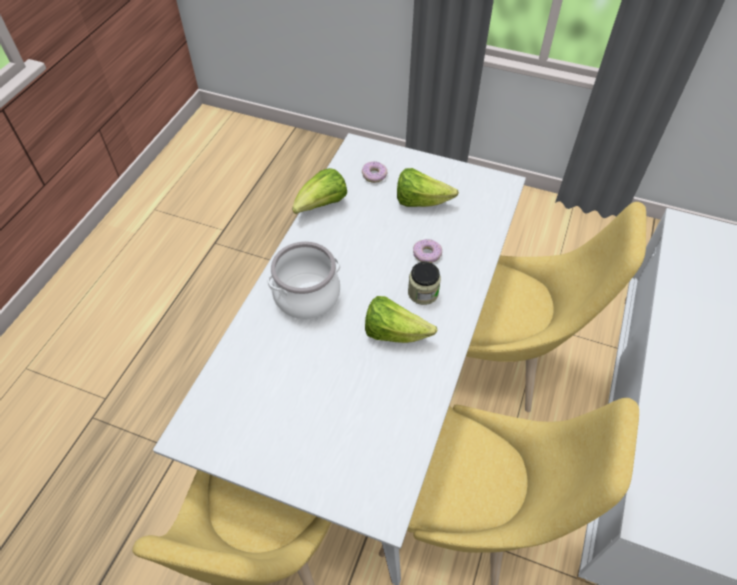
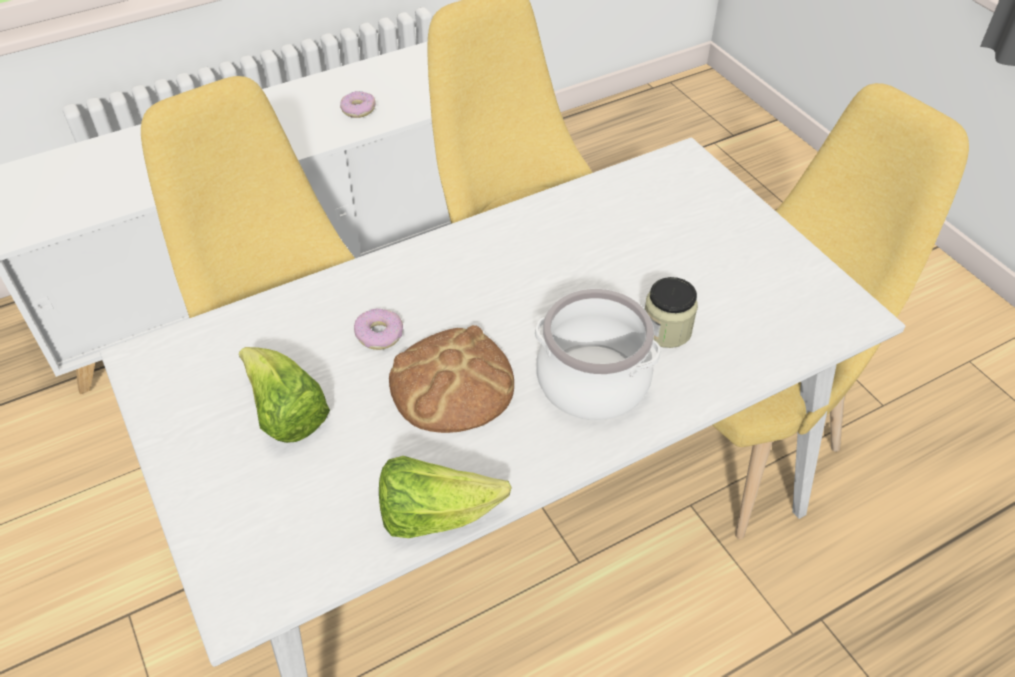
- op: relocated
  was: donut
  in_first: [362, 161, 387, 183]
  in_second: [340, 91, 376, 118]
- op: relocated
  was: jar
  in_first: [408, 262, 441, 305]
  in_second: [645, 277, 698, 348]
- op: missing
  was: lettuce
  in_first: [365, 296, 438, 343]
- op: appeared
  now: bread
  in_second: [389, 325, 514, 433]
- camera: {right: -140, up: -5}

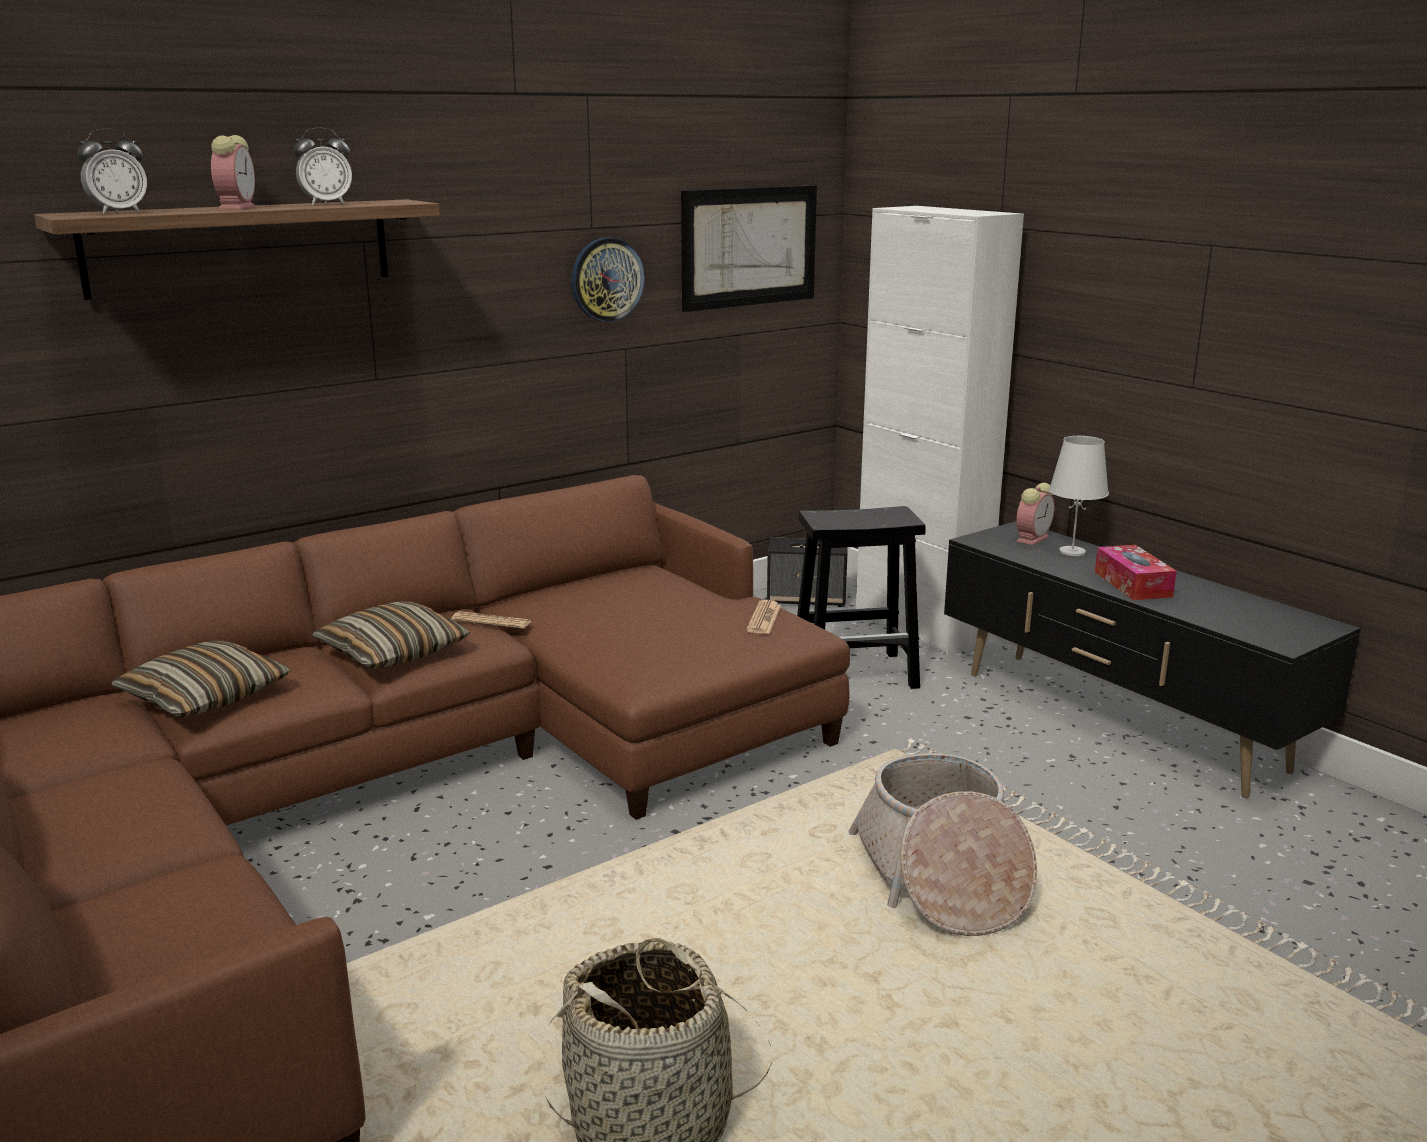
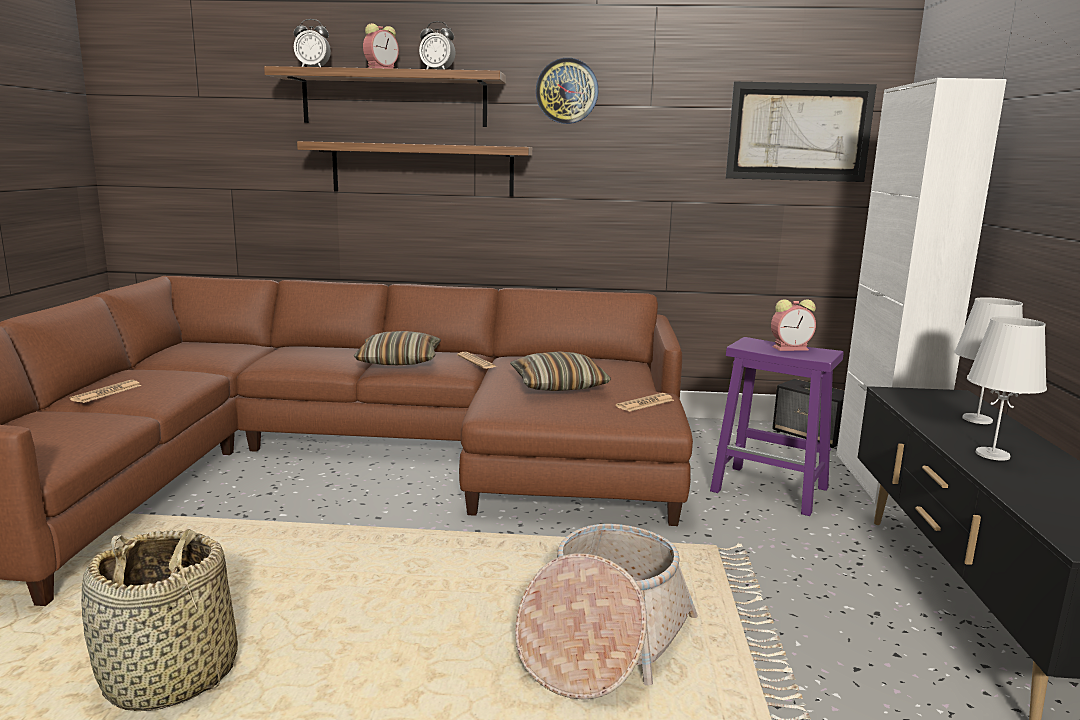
- op: relocated
  was: wall clock
  in_first: [571, 237, 645, 322]
  in_second: [536, 58, 598, 124]
- op: relocated
  was: alarm clock
  in_first: [1016, 483, 1054, 545]
  in_second: [771, 299, 816, 351]
- op: colour
  was: stool (black)
  now: stool (purple)
  in_first: [797, 506, 926, 689]
  in_second: [710, 337, 844, 516]
- op: exchanged
  was: tissue box
  now: table lamp (white)
  in_first: [1095, 545, 1177, 600]
  in_second: [967, 316, 1047, 461]
- op: relocated
  was: pillow
  in_first: [112, 640, 290, 718]
  in_second: [510, 351, 611, 391]
- op: appeared
  now: shelf
  in_second: [297, 141, 532, 197]
- op: appeared
  now: newspaper
  in_second: [69, 380, 142, 403]
- camera: {right: 40, up: -5}

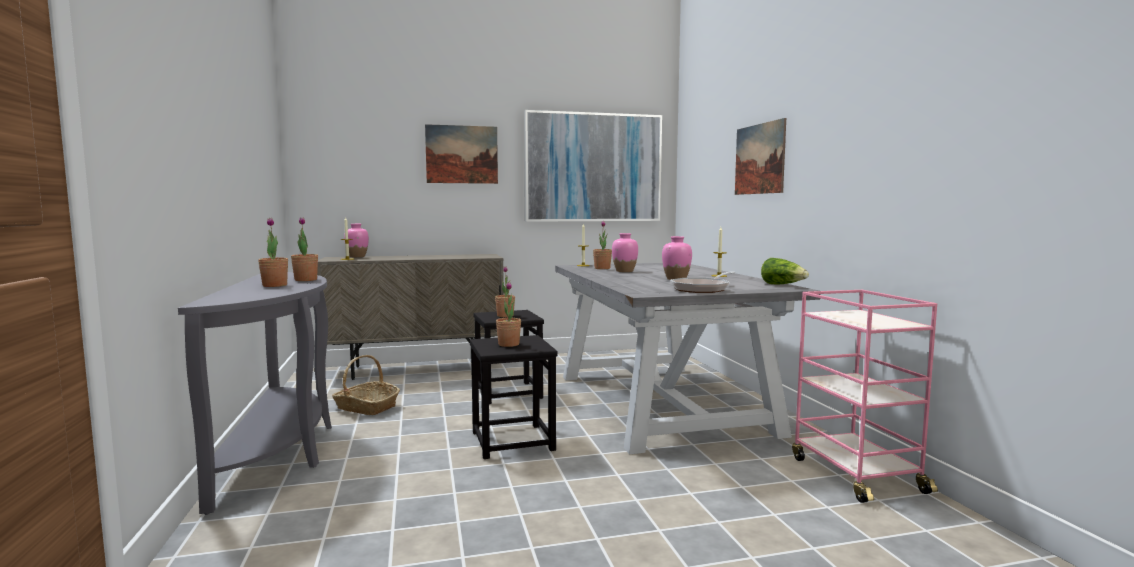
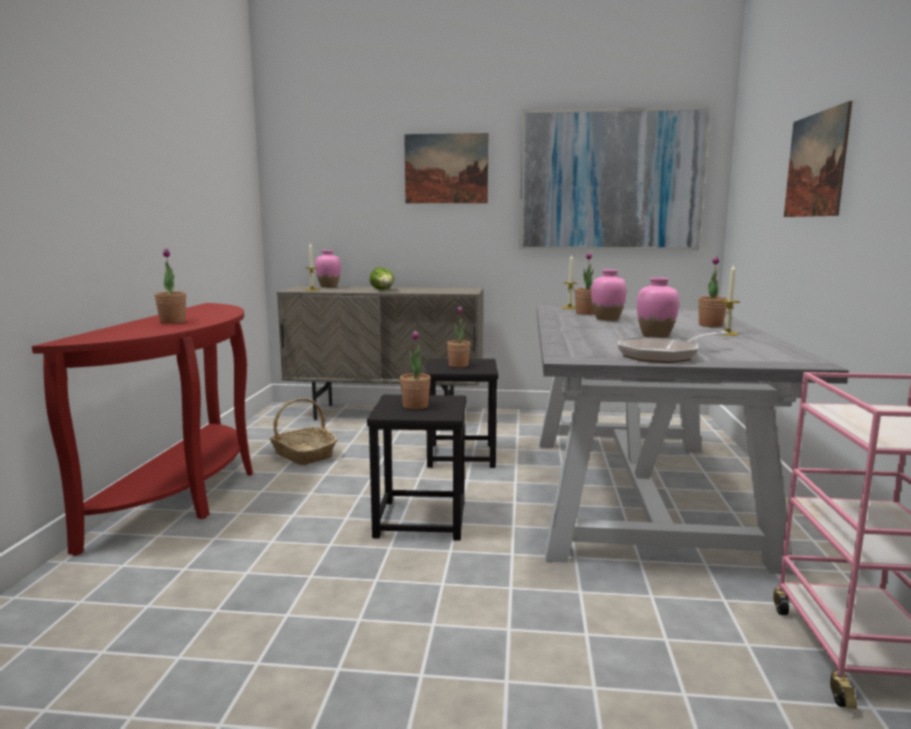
- op: relocated
  was: potted plant
  in_first: [291, 217, 318, 281]
  in_second: [698, 256, 728, 327]
- op: relocated
  was: lettuce
  in_first: [761, 258, 809, 285]
  in_second: [370, 267, 394, 290]
- op: colour
  was: console table (grey)
  now: console table (red)
  in_first: [178, 272, 332, 515]
  in_second: [32, 303, 253, 556]
- camera: {right: 20, up: 5}

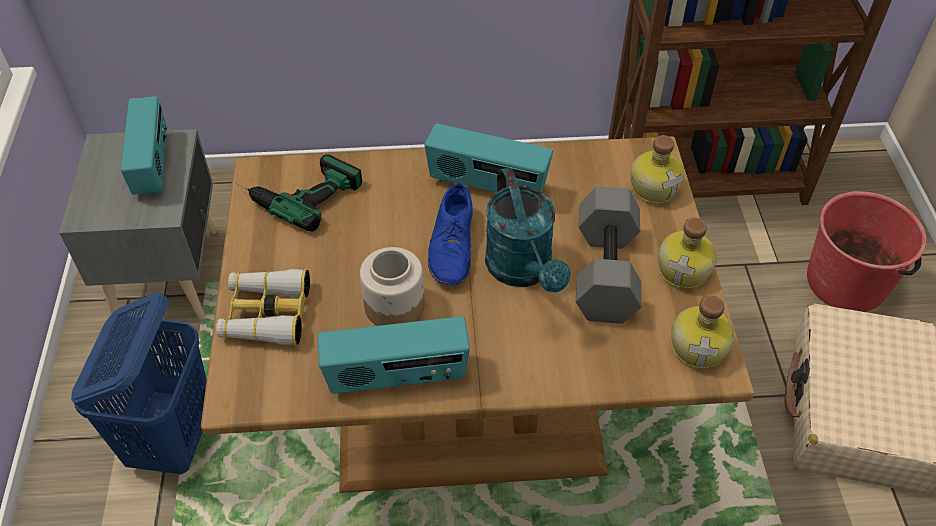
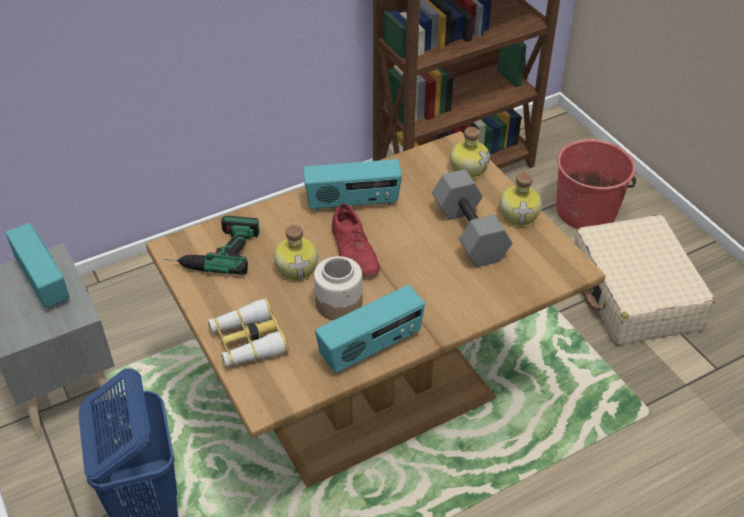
- op: missing
  was: watering can (turquoise)
  in_first: [485, 167, 571, 293]
- op: colour
  was: shoe (blue)
  now: shoe (red)
  in_first: [428, 184, 473, 285]
  in_second: [332, 204, 380, 277]
- op: relocated
  was: bottle
  in_first: [671, 295, 735, 369]
  in_second: [274, 225, 318, 281]
- camera: {right: -25, up: -5}

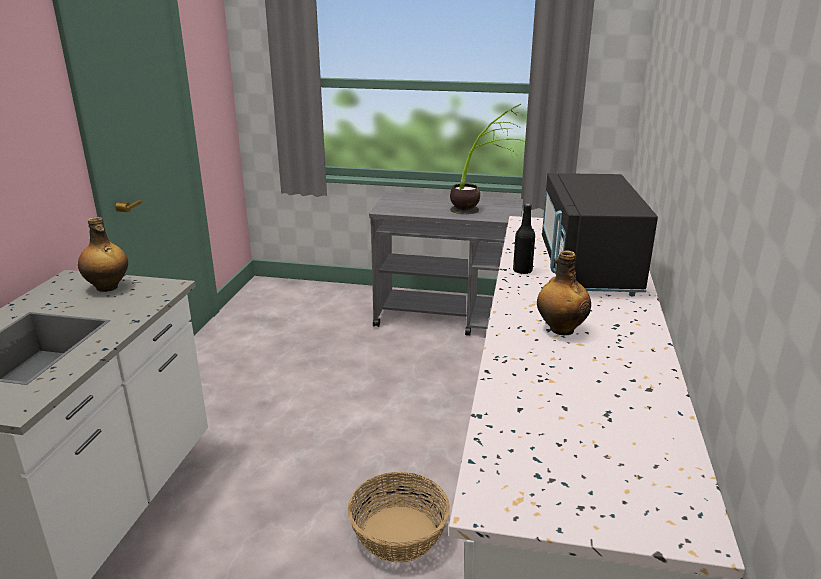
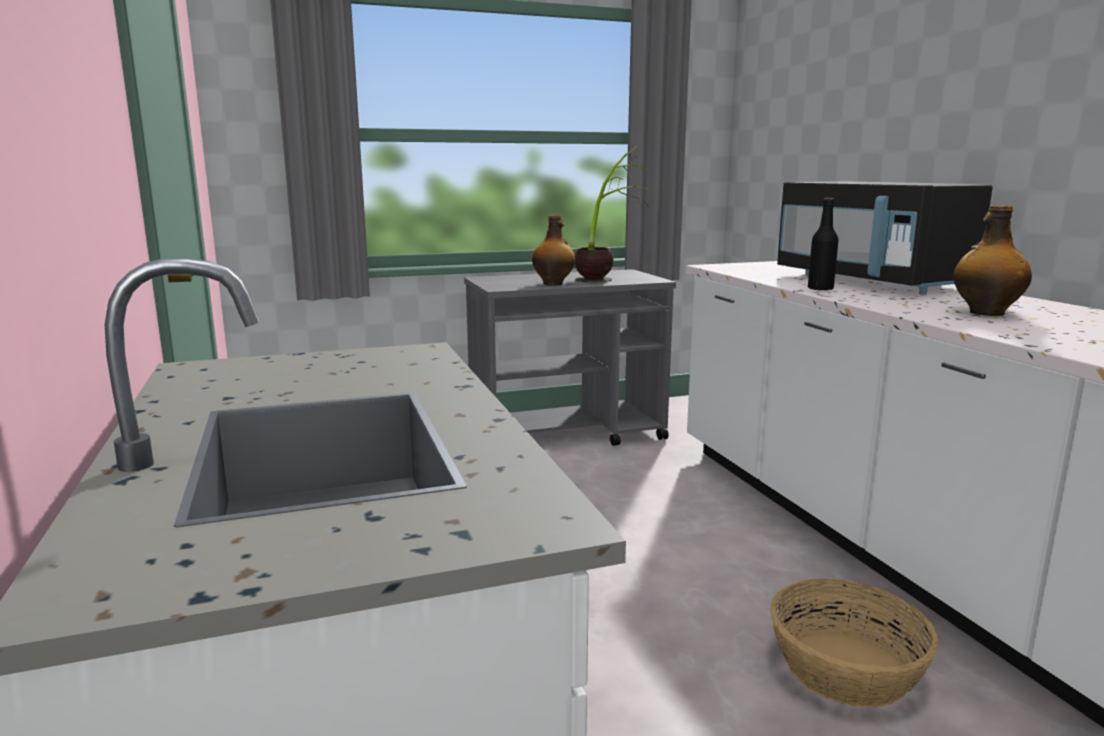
- op: relocated
  was: bottle
  in_first: [78, 217, 128, 292]
  in_second: [532, 215, 575, 285]
- camera: {right: -30, up: -10}

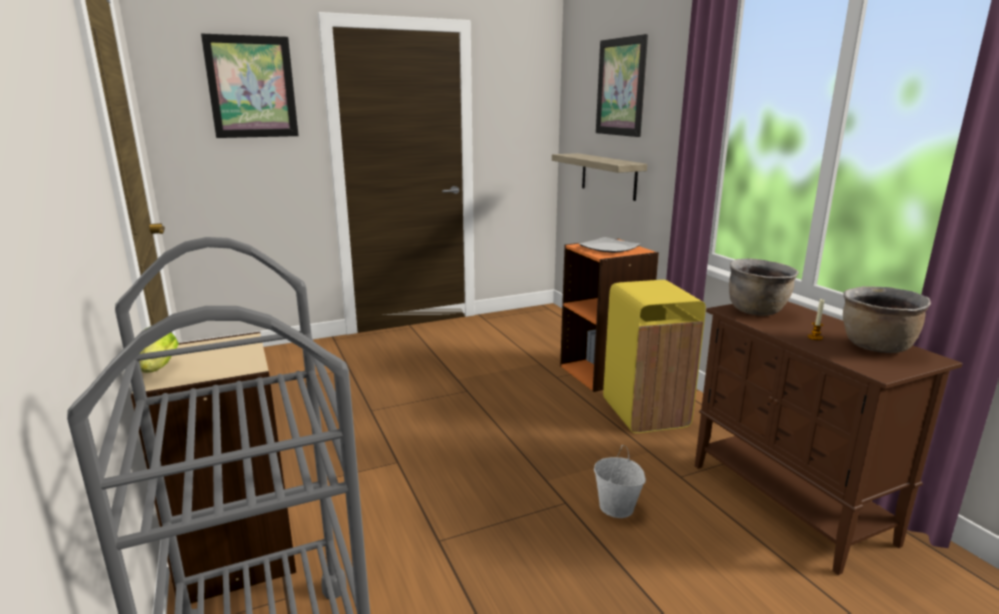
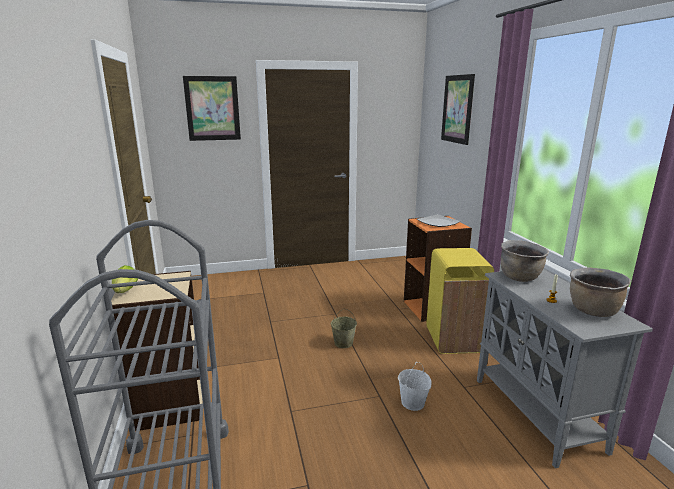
- op: missing
  was: shelf
  in_first: [552, 153, 647, 201]
- op: colour
  was: cabinet (brown)
  now: cabinet (grey)
  in_first: [695, 302, 963, 575]
  in_second: [477, 269, 653, 468]
- op: appeared
  now: bucket (beige)
  in_second: [331, 309, 357, 348]
- camera: {right: 10, up: 0}

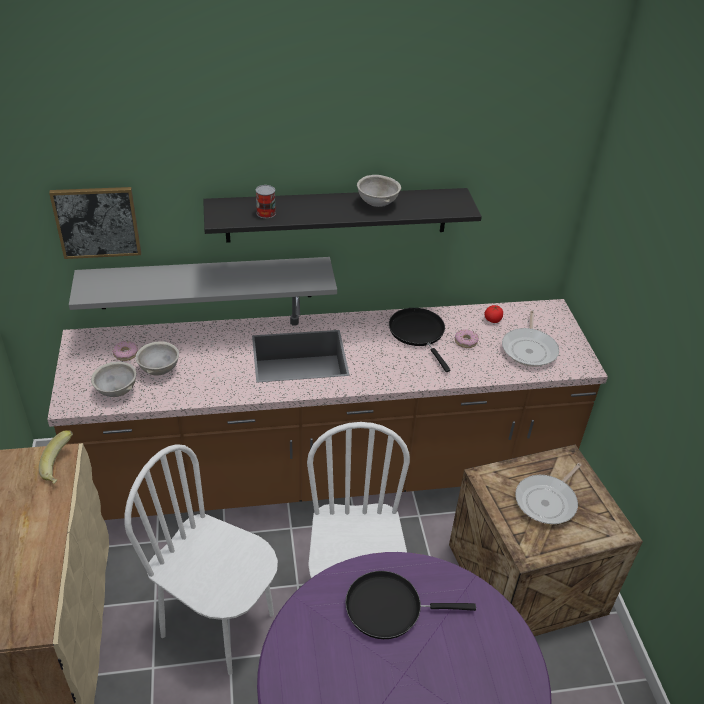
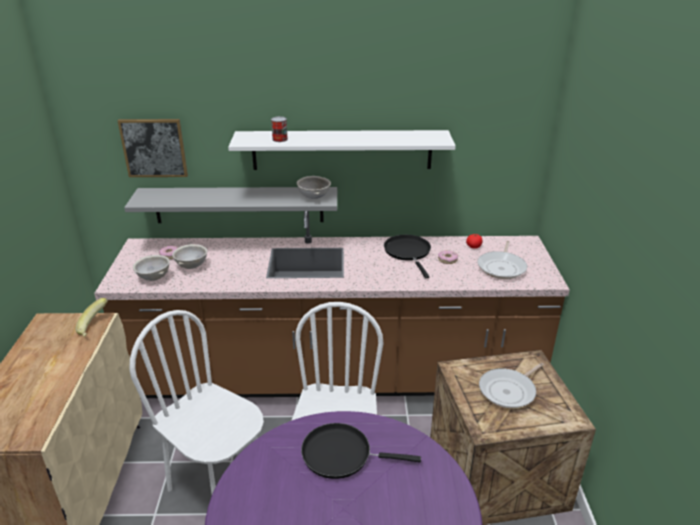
- op: relocated
  was: bowl (grey)
  in_first: [357, 175, 401, 207]
  in_second: [297, 176, 331, 199]
- op: colour
  was: shelf (black)
  now: shelf (white)
  in_first: [203, 188, 482, 243]
  in_second: [228, 130, 456, 170]
- camera: {right: 10, up: -10}

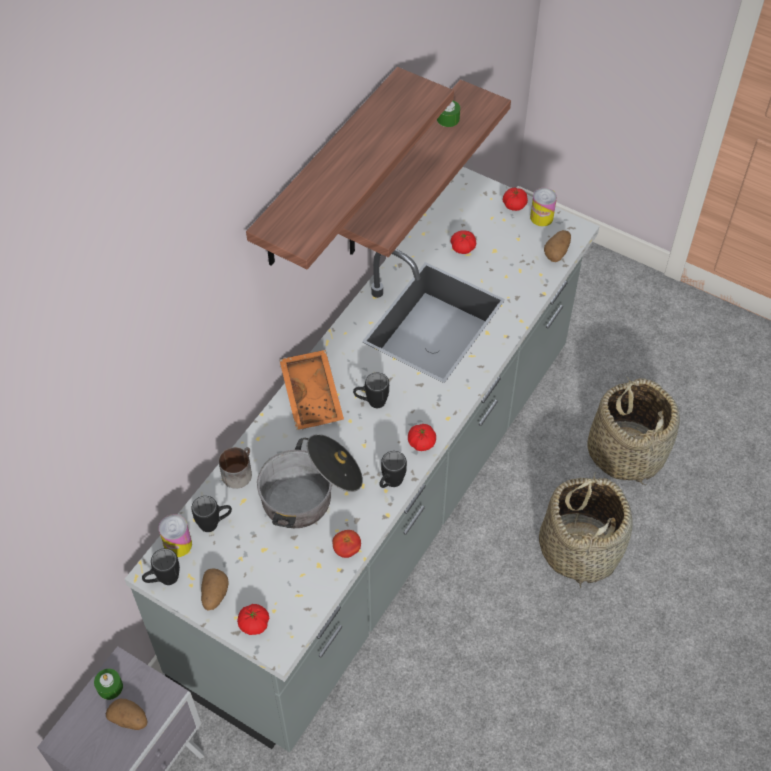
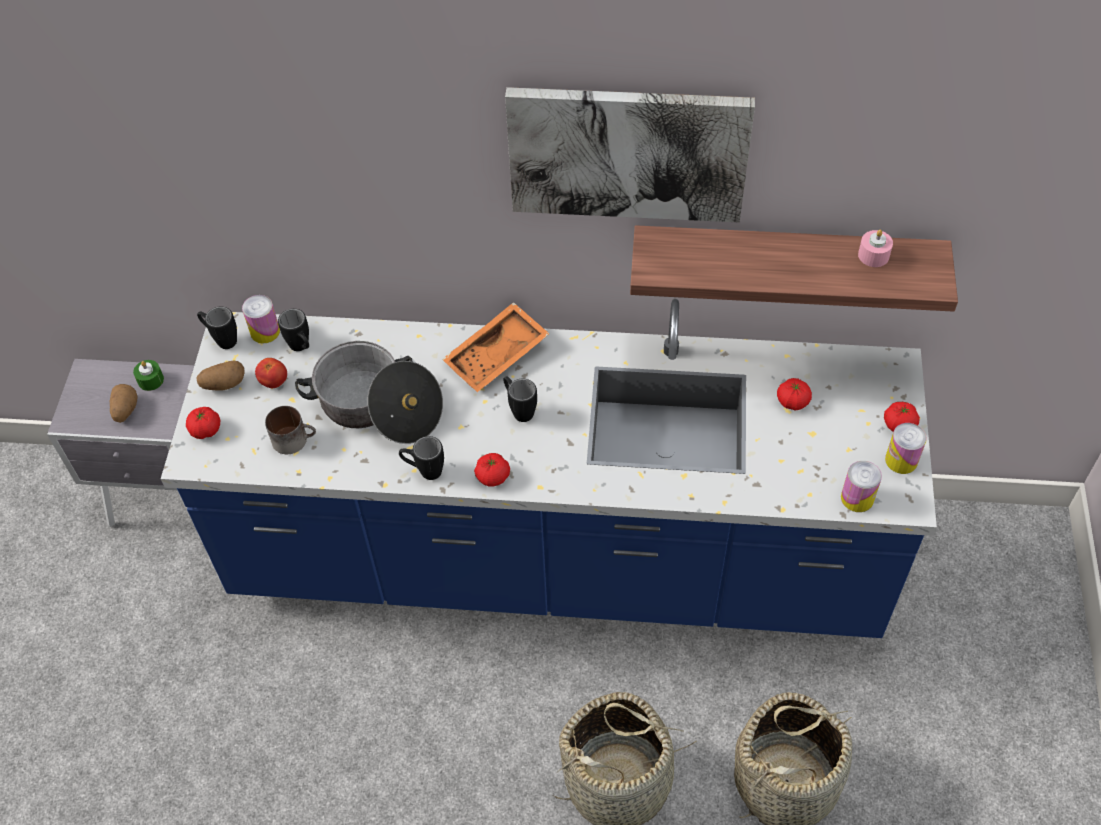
- op: exchanged
  was: shelf
  now: picture
  in_first: [246, 67, 454, 269]
  in_second: [505, 87, 755, 222]
- op: colour
  was: candle (green)
  now: candle (pink)
  in_first: [437, 101, 460, 127]
  in_second: [858, 230, 893, 267]
- op: colour
  was: counter (grey)
  now: counter (blue)
  in_first: [125, 167, 600, 752]
  in_second: [161, 299, 937, 638]
- op: exchanged
  was: potato
  now: can
  in_first: [544, 230, 571, 262]
  in_second: [841, 461, 882, 512]
- op: relocated
  was: mug
  in_first: [219, 447, 252, 489]
  in_second: [265, 406, 316, 454]
- op: relocated
  was: tomato
  in_first: [333, 530, 361, 558]
  in_second: [255, 358, 287, 388]
- camera: {right: 65, up: 0}

